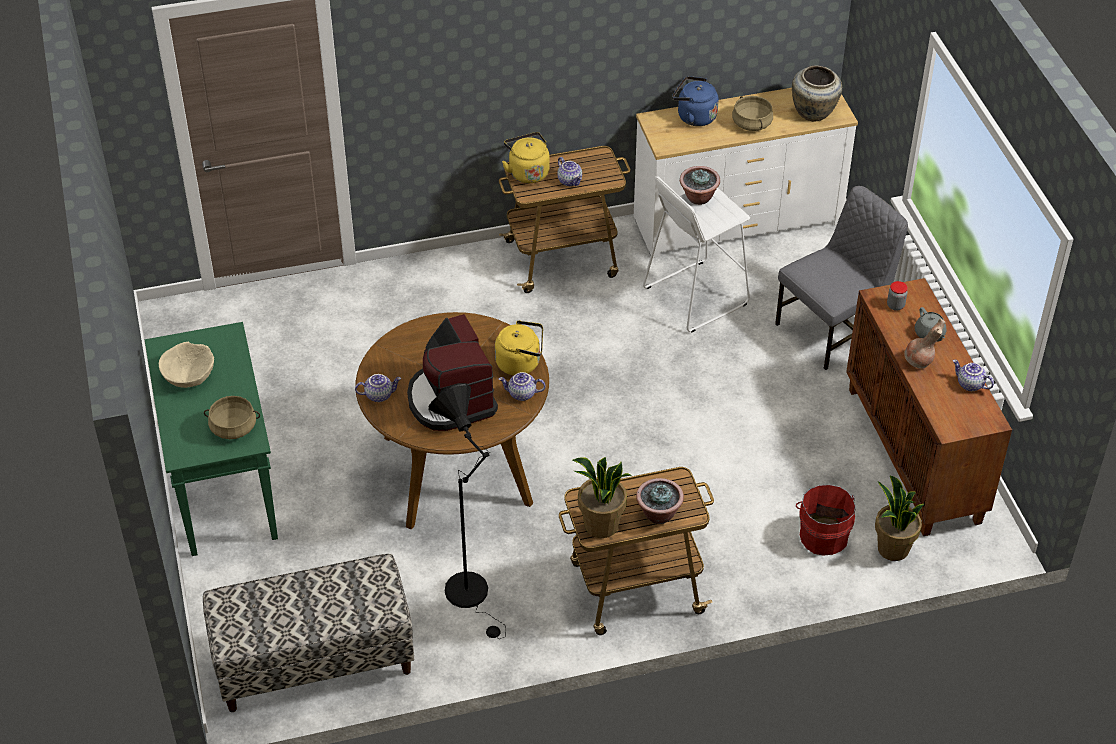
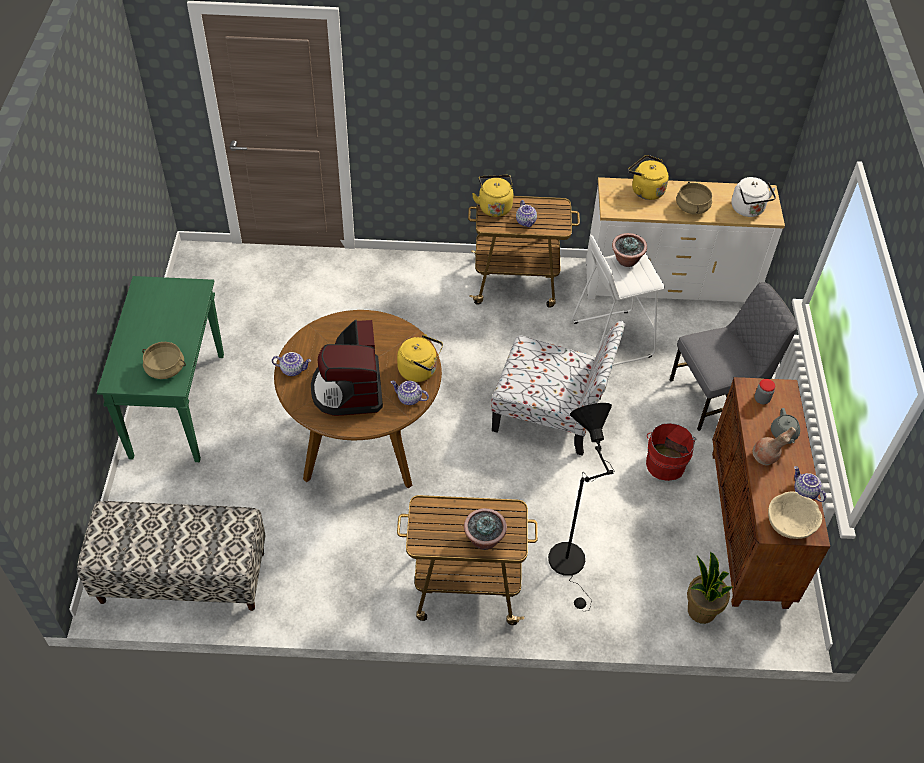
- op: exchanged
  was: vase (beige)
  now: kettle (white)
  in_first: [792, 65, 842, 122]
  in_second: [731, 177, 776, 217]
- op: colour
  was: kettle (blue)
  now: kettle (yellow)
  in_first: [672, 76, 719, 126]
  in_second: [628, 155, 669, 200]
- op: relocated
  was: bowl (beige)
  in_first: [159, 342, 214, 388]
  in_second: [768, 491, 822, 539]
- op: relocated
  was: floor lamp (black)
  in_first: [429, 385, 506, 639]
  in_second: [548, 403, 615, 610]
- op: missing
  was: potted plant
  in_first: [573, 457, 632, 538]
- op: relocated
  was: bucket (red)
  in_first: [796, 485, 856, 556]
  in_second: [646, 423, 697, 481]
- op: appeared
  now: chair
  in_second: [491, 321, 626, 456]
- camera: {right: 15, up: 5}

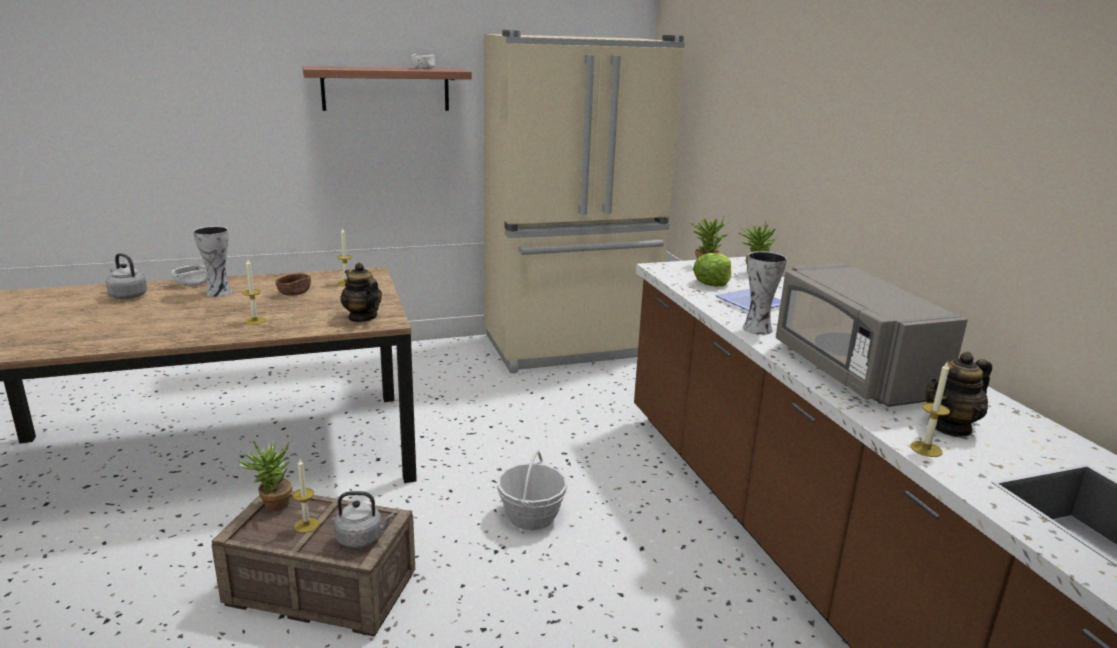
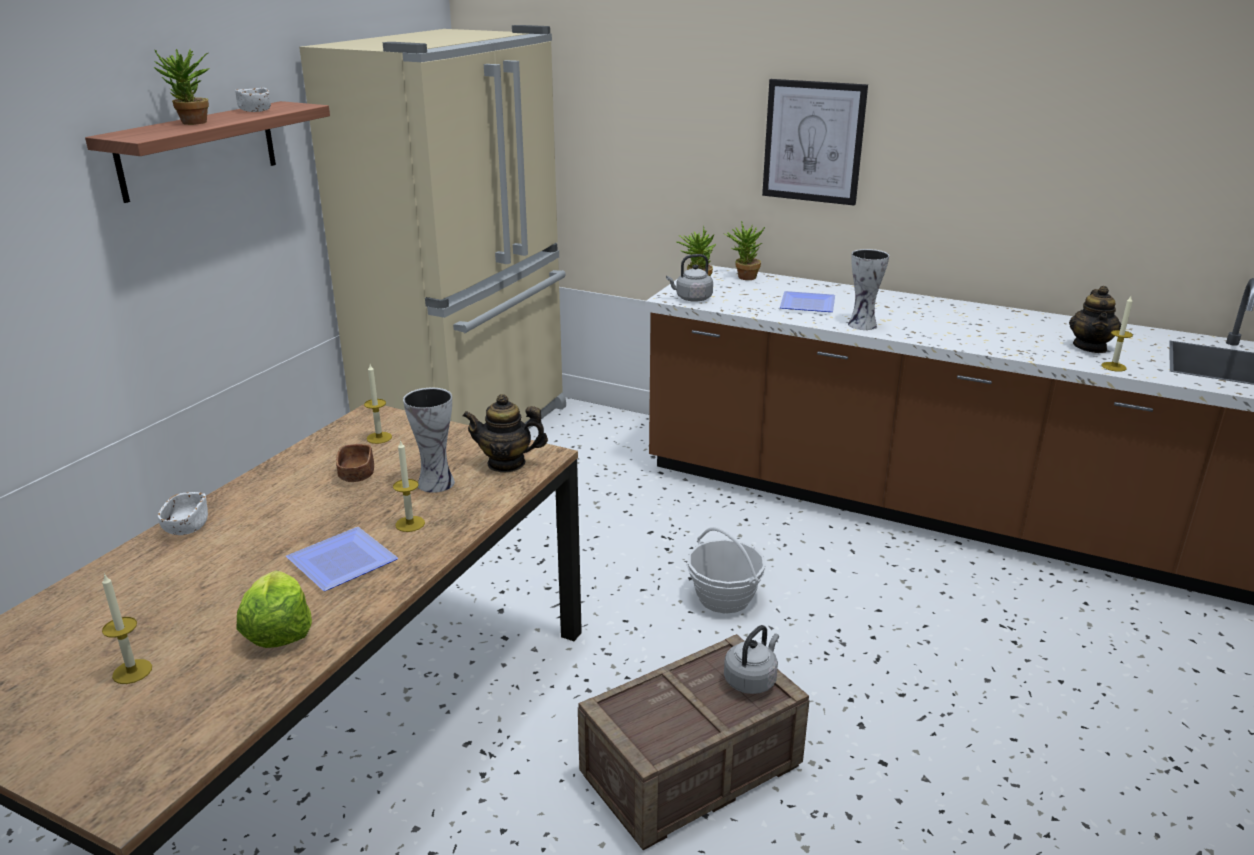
- op: relocated
  was: vase
  in_first: [193, 226, 233, 297]
  in_second: [403, 388, 455, 493]
- op: relocated
  was: kettle (grey)
  in_first: [106, 253, 147, 299]
  in_second: [666, 254, 713, 302]
- op: relocated
  was: lettuce
  in_first: [693, 253, 731, 287]
  in_second: [237, 570, 312, 648]
- op: missing
  was: microwave (grey)
  in_first: [776, 263, 968, 407]
- op: relocated
  was: potted plant
  in_first: [238, 441, 292, 511]
  in_second: [154, 48, 210, 125]
- op: relocated
  was: candle
  in_first: [293, 459, 319, 533]
  in_second: [102, 573, 152, 684]
- op: appeared
  now: picture
  in_second: [762, 79, 868, 206]
- op: appeared
  now: plate
  in_second: [286, 527, 398, 591]
- camera: {right: -45, up: 5}

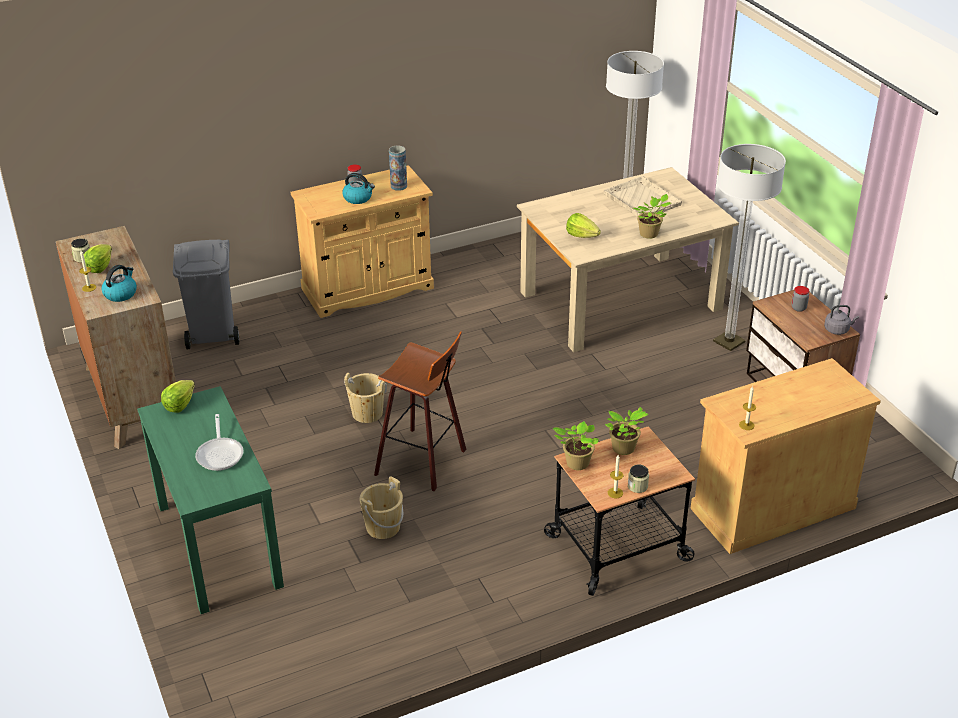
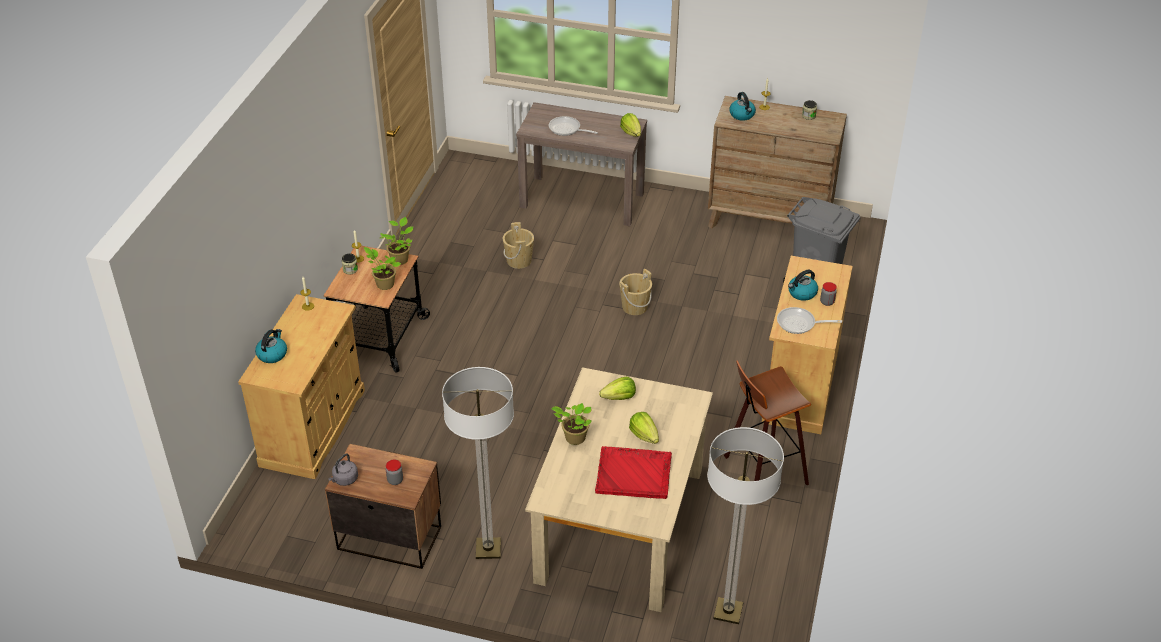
- op: exchanged
  was: vase
  now: frying pan
  in_first: [389, 146, 407, 191]
  in_second: [777, 307, 842, 334]
- op: colour
  was: tray (beige)
  now: tray (red)
  in_first: [603, 176, 682, 217]
  in_second: [595, 446, 672, 499]
- op: relocated
  was: lettuce
  in_first: [84, 244, 112, 273]
  in_second: [629, 412, 659, 444]
- op: relocated
  was: stool
  in_first: [374, 331, 466, 491]
  in_second: [724, 360, 811, 485]
- op: colour
  was: console table (green)
  now: console table (brown)
  in_first: [137, 386, 284, 614]
  in_second: [516, 102, 647, 226]
- op: appeared
  now: kettle
  in_second: [255, 329, 287, 363]
- camera: {right: 130, up: 5}

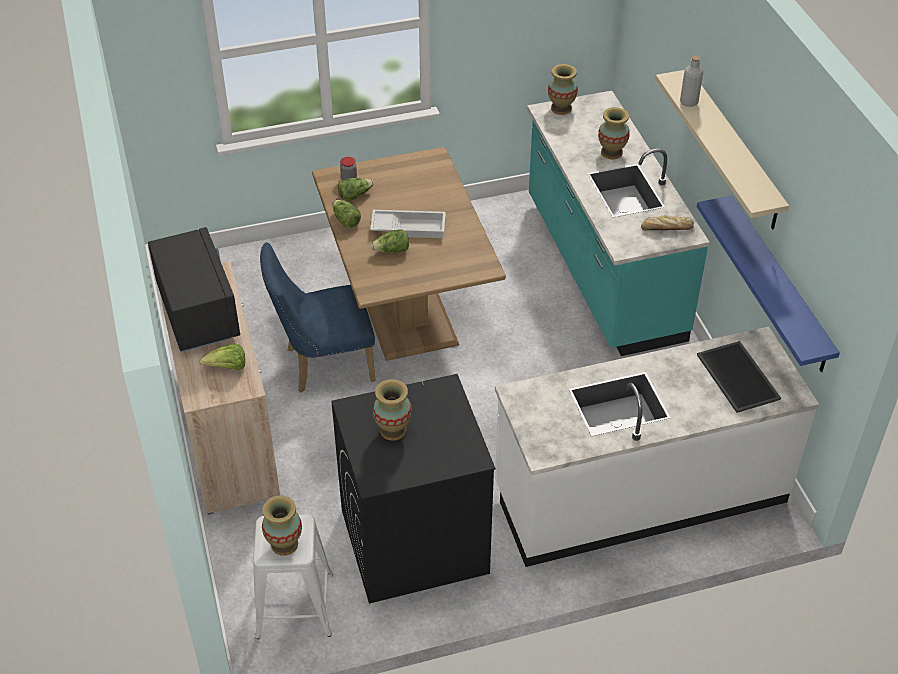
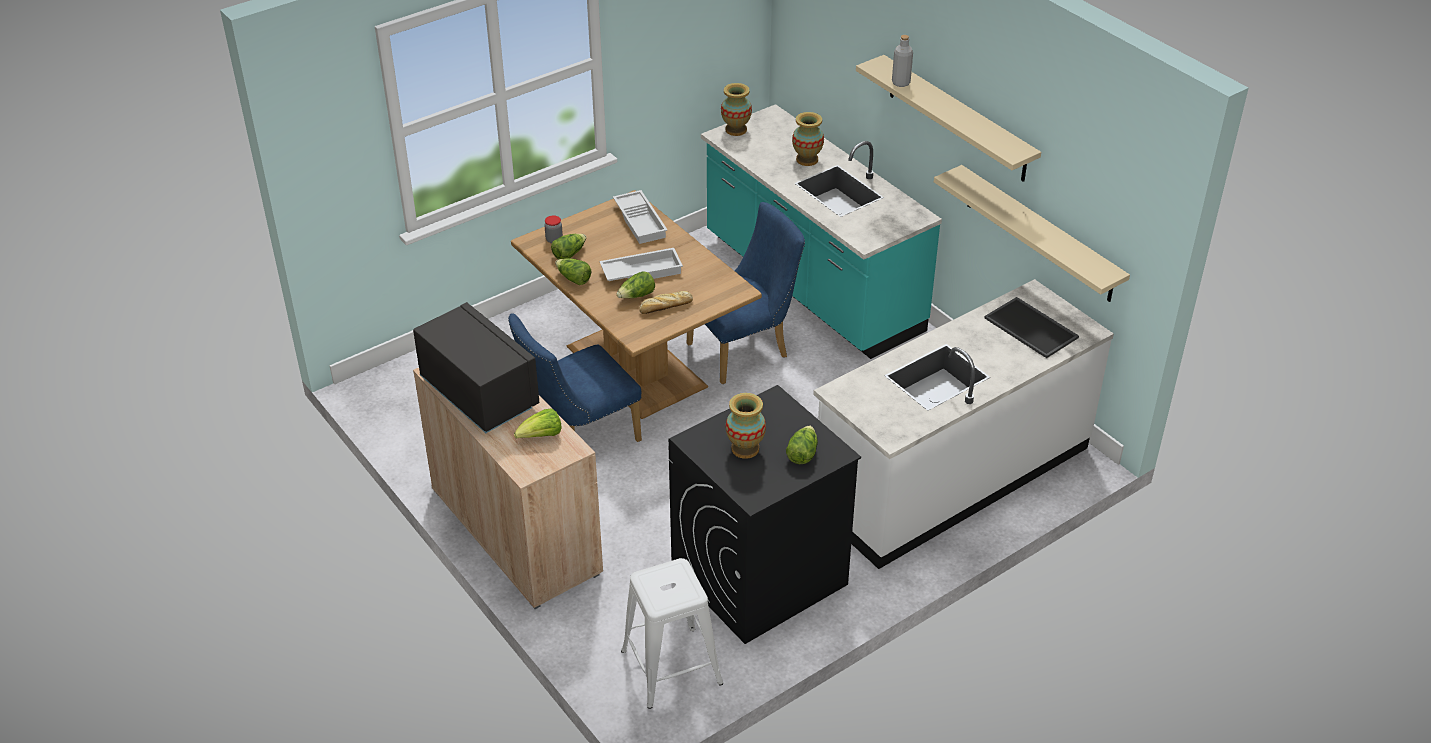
- op: colour
  was: shelf (blue)
  now: shelf (beige)
  in_first: [697, 195, 840, 372]
  in_second: [934, 165, 1130, 302]
- op: relocated
  was: bread
  in_first: [641, 215, 694, 230]
  in_second: [639, 291, 693, 314]
- op: missing
  was: vase
  in_first: [262, 496, 302, 556]
- op: appeared
  now: tray (white)
  in_second: [613, 190, 668, 244]
- op: appeared
  now: chair (blue)
  in_second: [687, 202, 805, 384]
- op: appeared
  now: lettuce
  in_second: [786, 425, 818, 464]
- camera: {right: -20, up: -5}

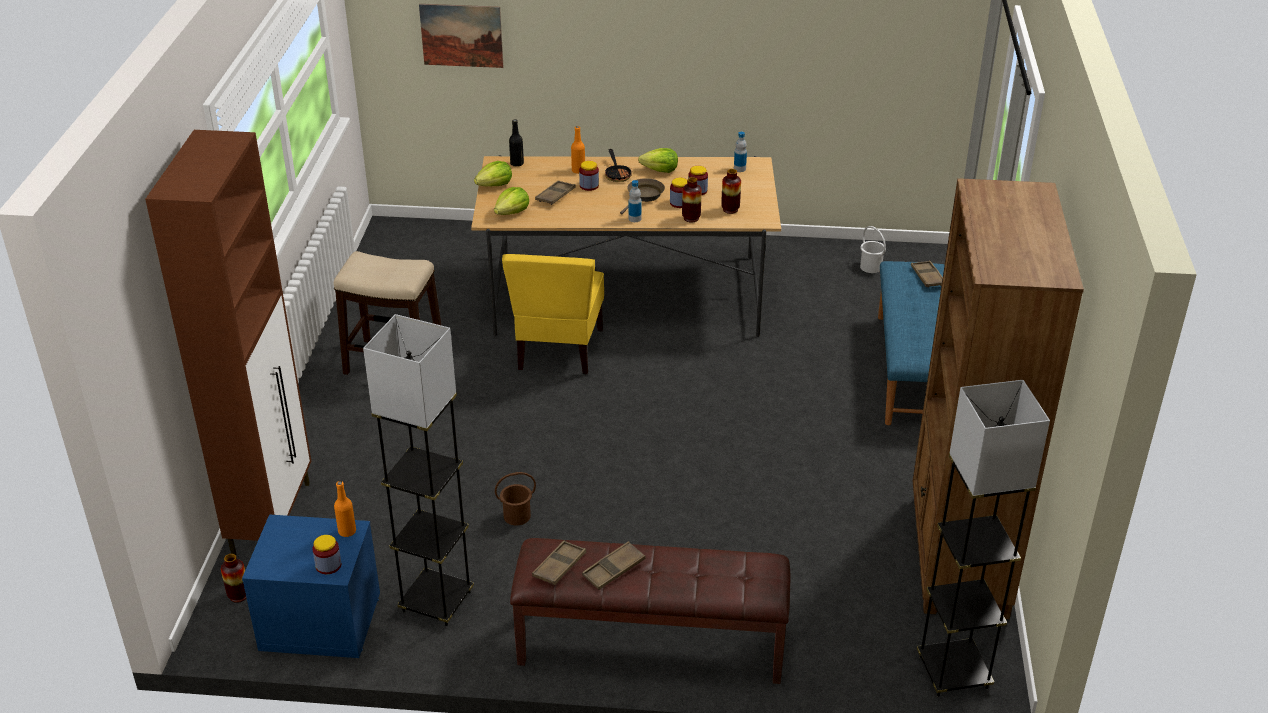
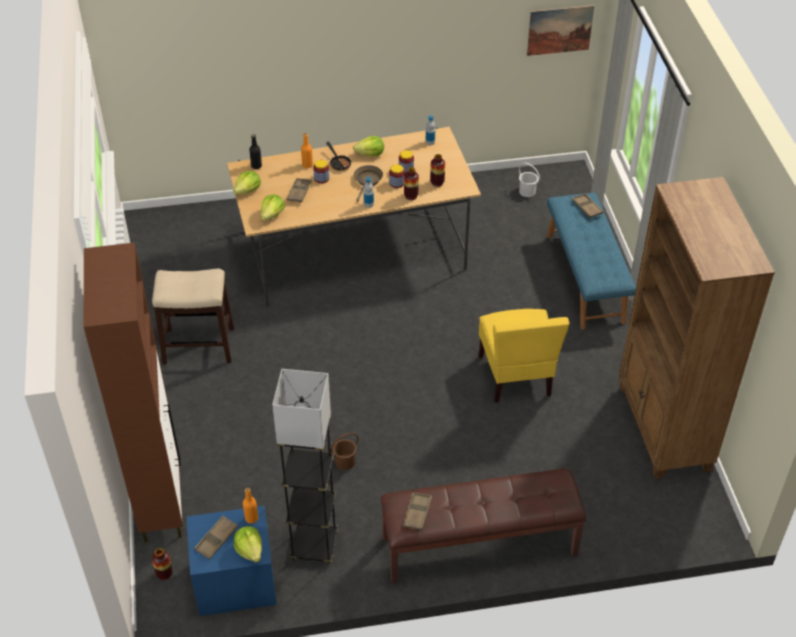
- op: relocated
  was: picture
  in_first: [419, 4, 503, 68]
  in_second: [527, 5, 594, 56]
- op: relocated
  was: chair (yellow)
  in_first: [502, 254, 604, 375]
  in_second: [479, 309, 569, 403]
- op: missing
  was: floor lamp (grey)
  in_first: [917, 380, 1050, 697]
- op: exchanged
  was: jar
  now: lettuce
  in_first: [312, 535, 341, 574]
  in_second: [234, 526, 262, 562]
- op: relocated
  was: tray (brown)
  in_first: [582, 541, 646, 590]
  in_second: [194, 515, 238, 560]
- camera: {right: -15, up: 10}

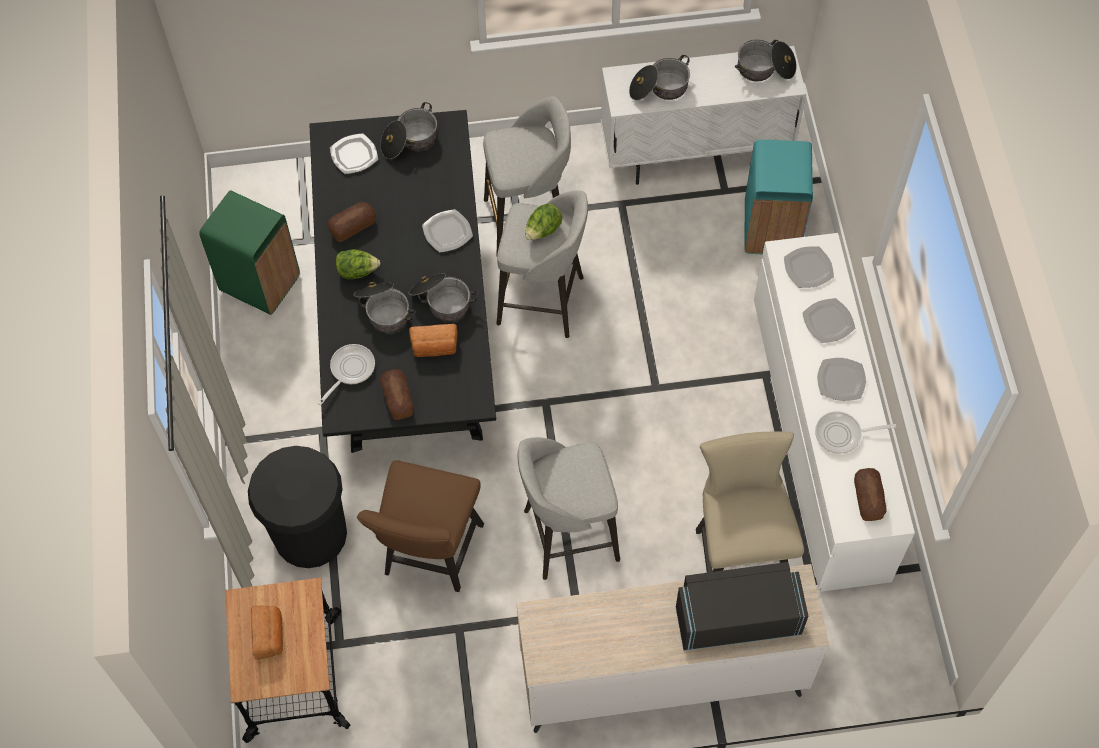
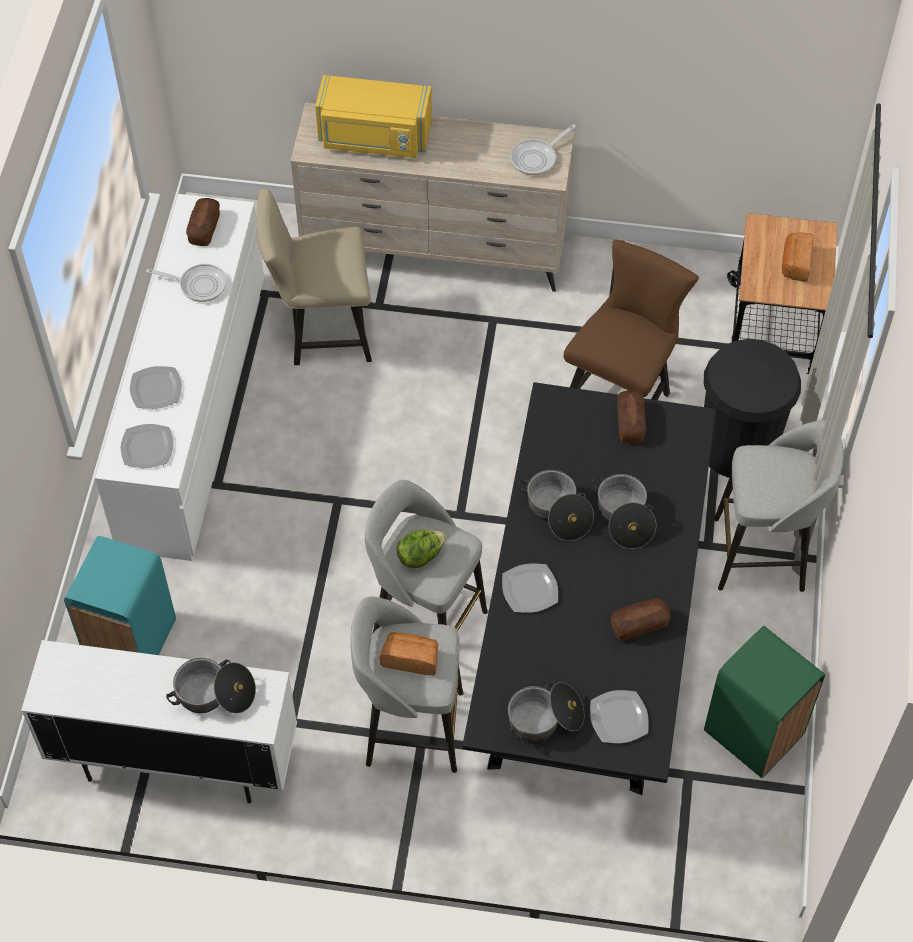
- op: missing
  was: cooking pot
  in_first: [735, 39, 796, 81]
- op: missing
  was: lettuce
  in_first: [336, 249, 380, 279]
- op: relocated
  was: bread
  in_first: [409, 324, 458, 357]
  in_second: [380, 632, 438, 676]
- op: relocated
  was: frying pan
  in_first: [318, 344, 375, 405]
  in_second: [510, 124, 576, 175]
- op: missing
  was: plate
  in_first: [817, 358, 866, 401]
- op: spun
  was: chair (beige)
  in_first: [696, 431, 804, 573]
  in_second: [256, 189, 372, 365]
  clockwise: 75
- op: relocated
  was: stool (grey)
  in_first: [517, 437, 620, 580]
  in_second: [714, 420, 844, 592]
- op: colour
  was: microwave (black)
  now: microwave (yellow)
  in_first: [676, 562, 808, 651]
  in_second: [315, 75, 432, 158]
- camera: {right: -165, up: -5}

